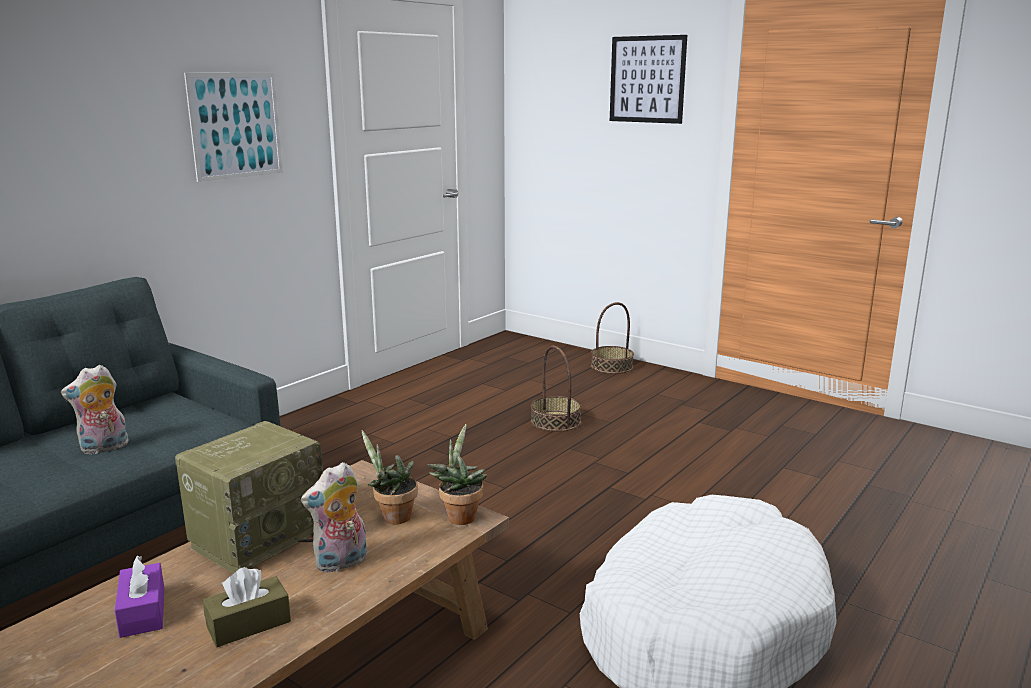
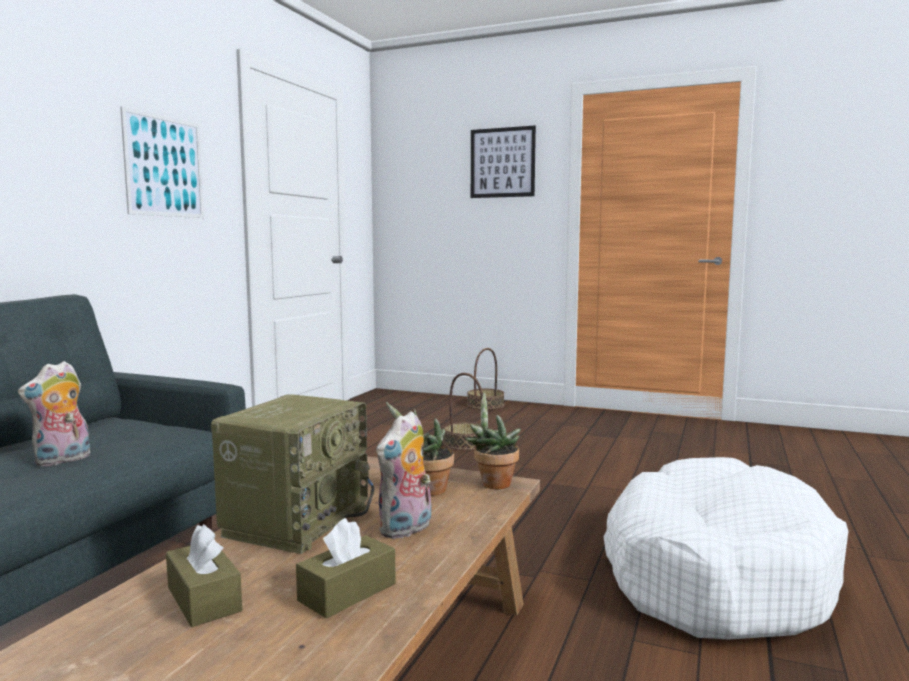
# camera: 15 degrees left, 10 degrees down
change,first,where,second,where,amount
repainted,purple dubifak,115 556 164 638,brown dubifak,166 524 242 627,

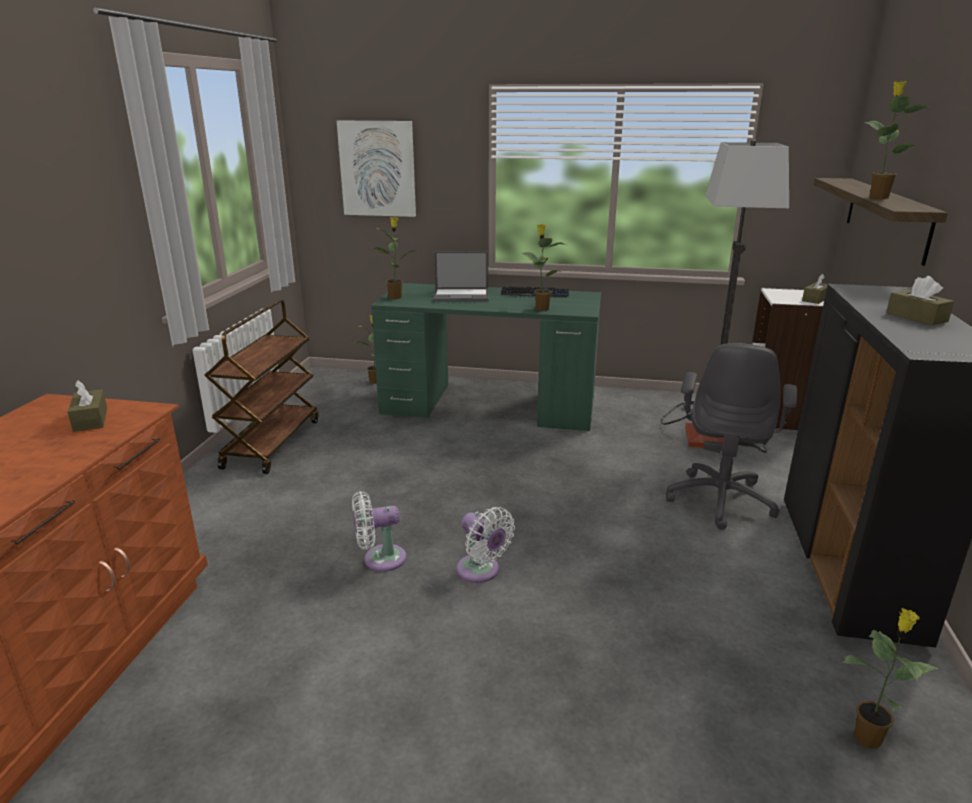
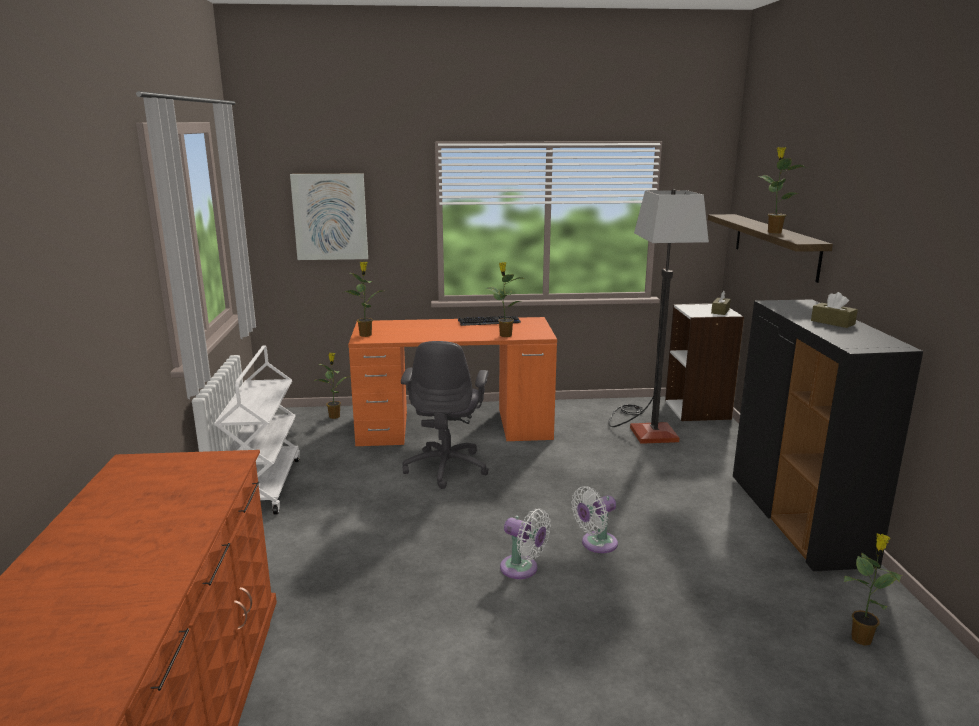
# camera: 15 degrees left, 5 degrees down
change,first,where,second,where,amount
gone,brown dubifak,67 380 107 432,,,
repainted,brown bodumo,204 300 319 474,white bodumo,214 345 300 515,
shifted,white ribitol,352 491 406 572,,571 486 618 553,
repainted,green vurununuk,371 283 601 431,orange vurununuk,348 317 557 446,
gone,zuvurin,433 251 489 302,,,
shifted,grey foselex,666 343 797 530,,401 341 489 489,

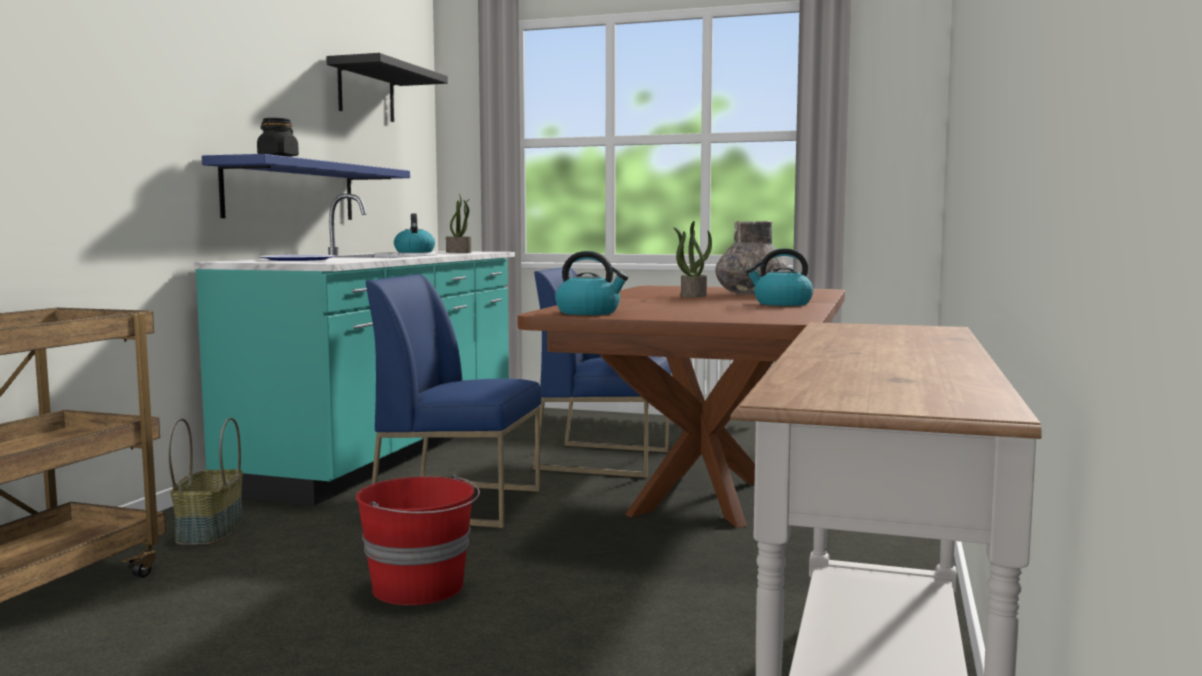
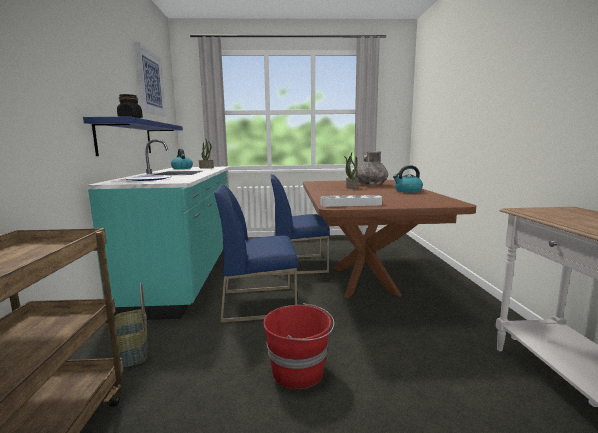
# camera: 20 degrees left, 5 degrees up
change,first,where,second,where,amount
swapped,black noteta,326 53 448 122,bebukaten,135 42 166 117,
swapped,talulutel,555 251 628 315,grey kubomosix,321 195 382 207,

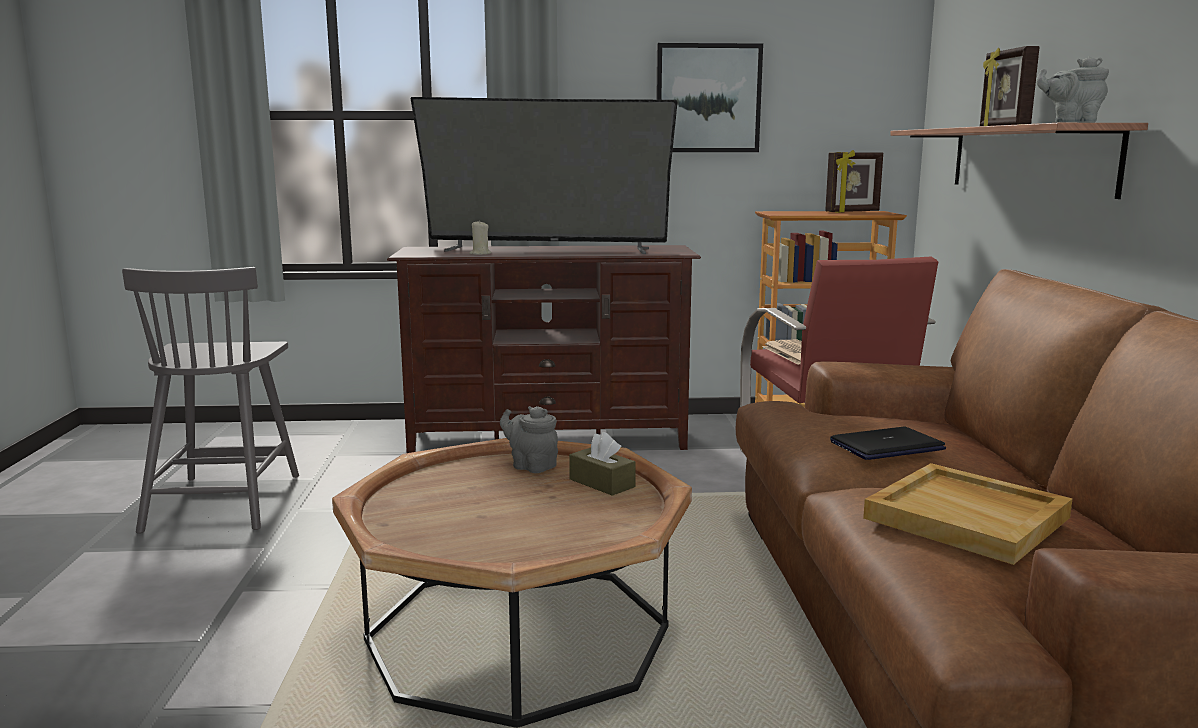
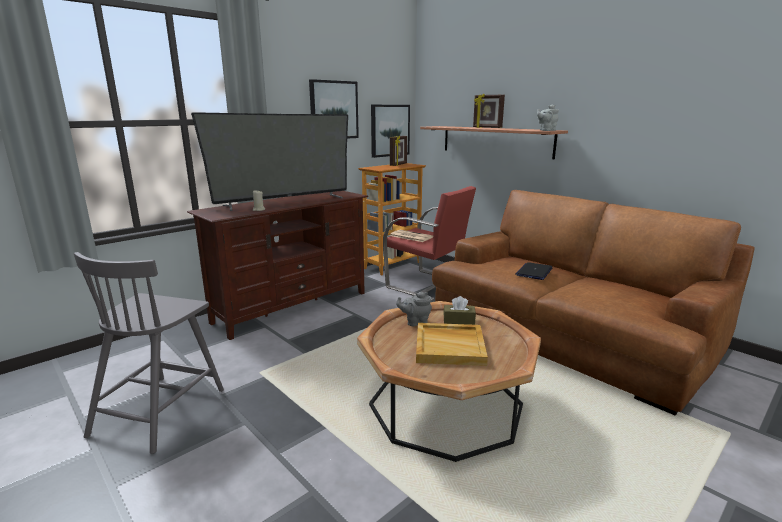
# camera: 40 degrees left, 5 degrees up
change,first,where,second,where,amount
rotated,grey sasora,122 267 299 534,,74 252 224 454,60 degrees clockwise
shifted,beige kubomosix,863 463 1072 565,,416 323 488 366,
new,,,bebukaten,371 105 410 158,

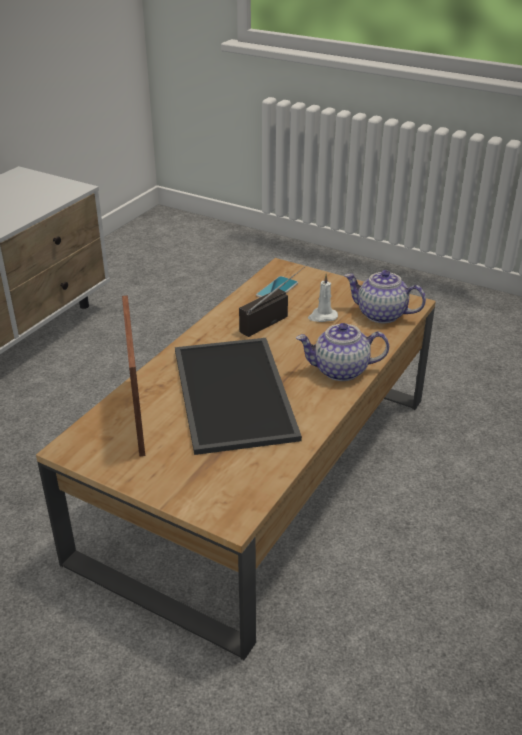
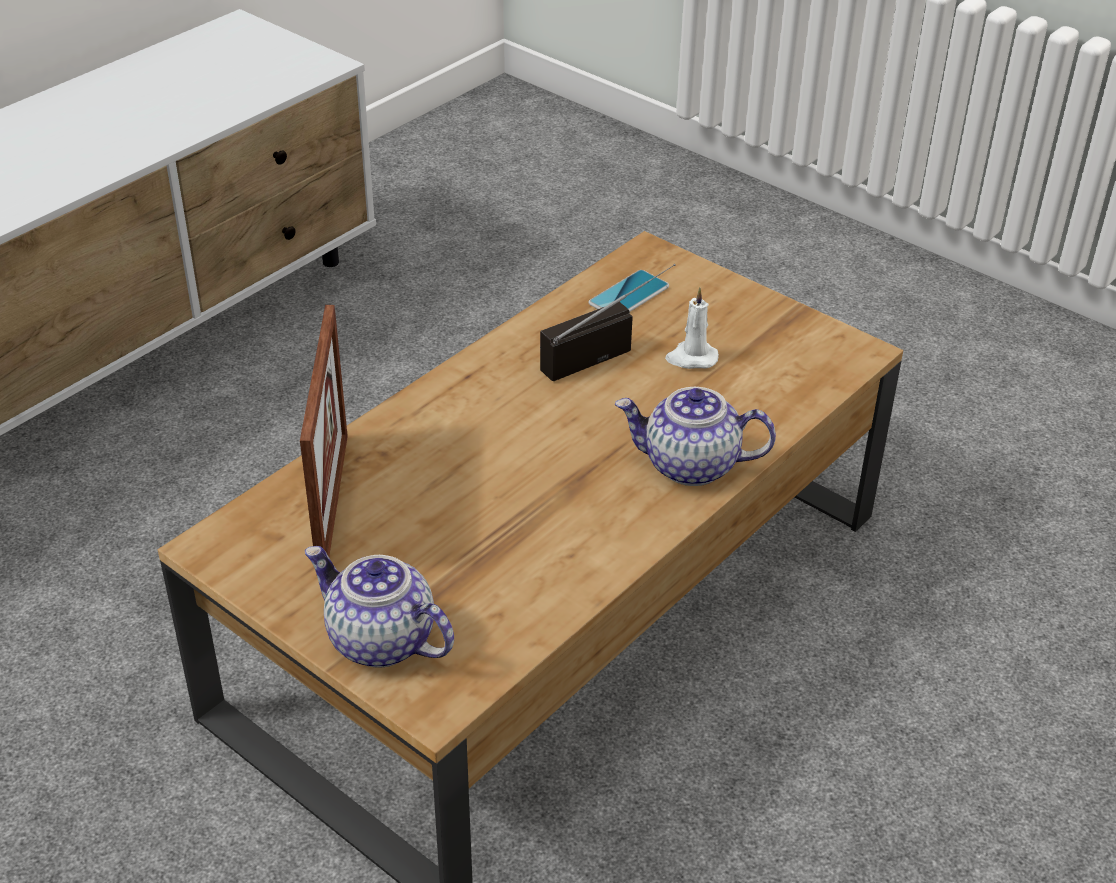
# camera: 10 degrees right, 5 degrees up
change,first,where,second,where,amount
gone,kubomosix,175 338 302 455,,,
shifted,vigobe,344 270 426 323,,305 546 454 668,

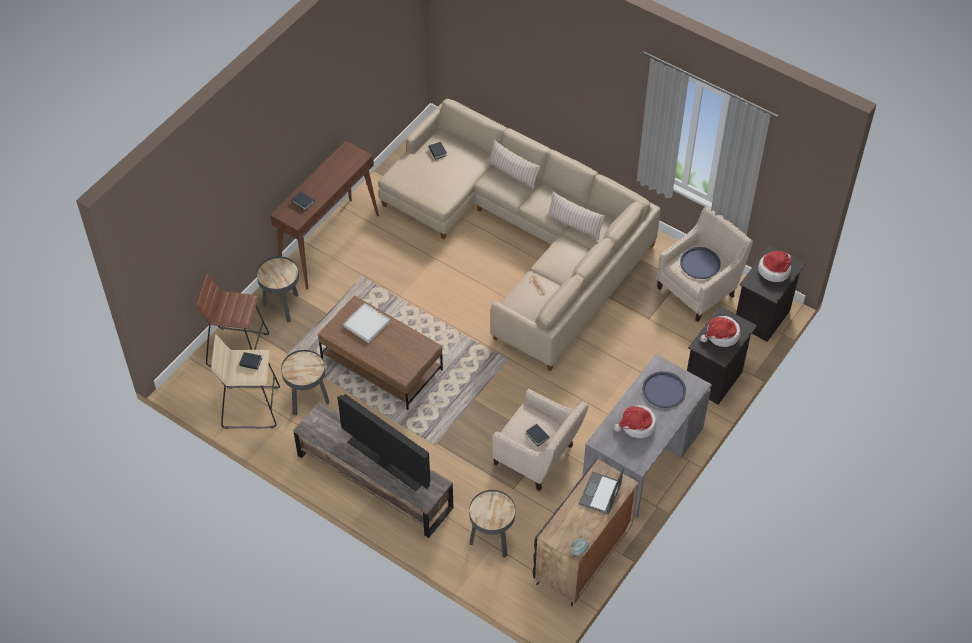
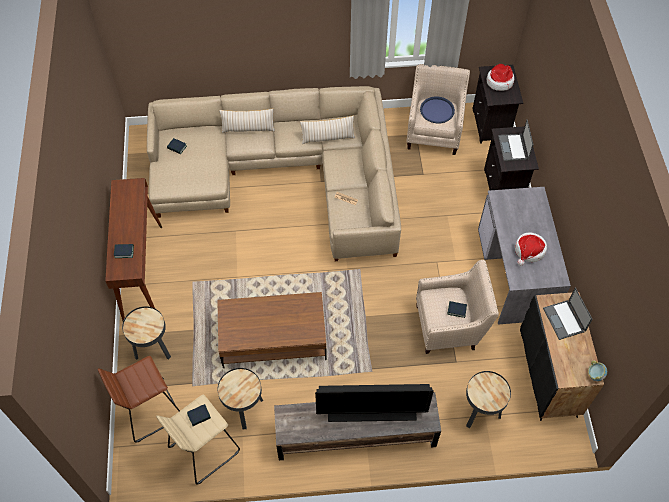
# camera: 40 degrees left, 5 degrees up
change,first,where,second,where,amount
gone,white kubomosix,343 303 390 343,,,
gone,blue kubomosix,642 371 686 408,,,
swapped,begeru,700 316 741 347,zuvurin,498 120 534 161,

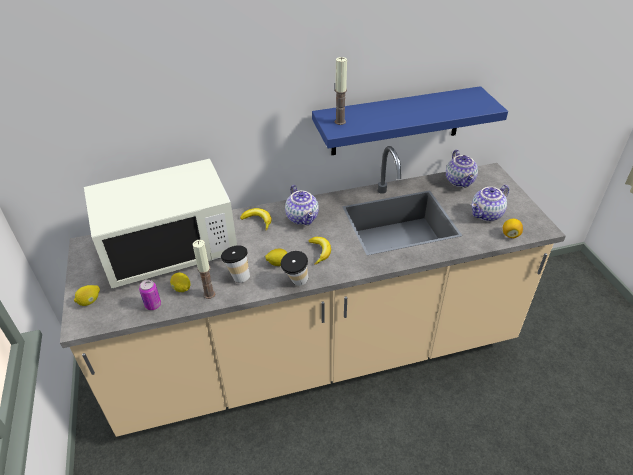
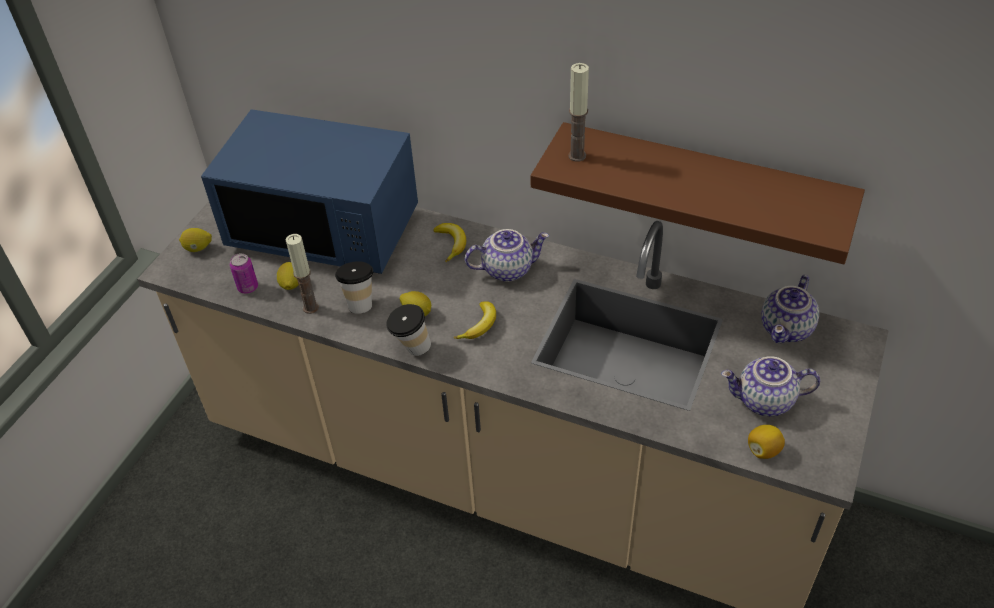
# camera: 40 degrees right, 5 degrees up
change,first,where,second,where,amount
repainted,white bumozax,84 159 237 289,blue bumozax,201 109 418 274,
rotated,vigobe,285 185 319 225,,465 229 549 282,120 degrees counterclockwise
repainted,blue noteta,312 86 508 155,brown noteta,531 122 865 264,

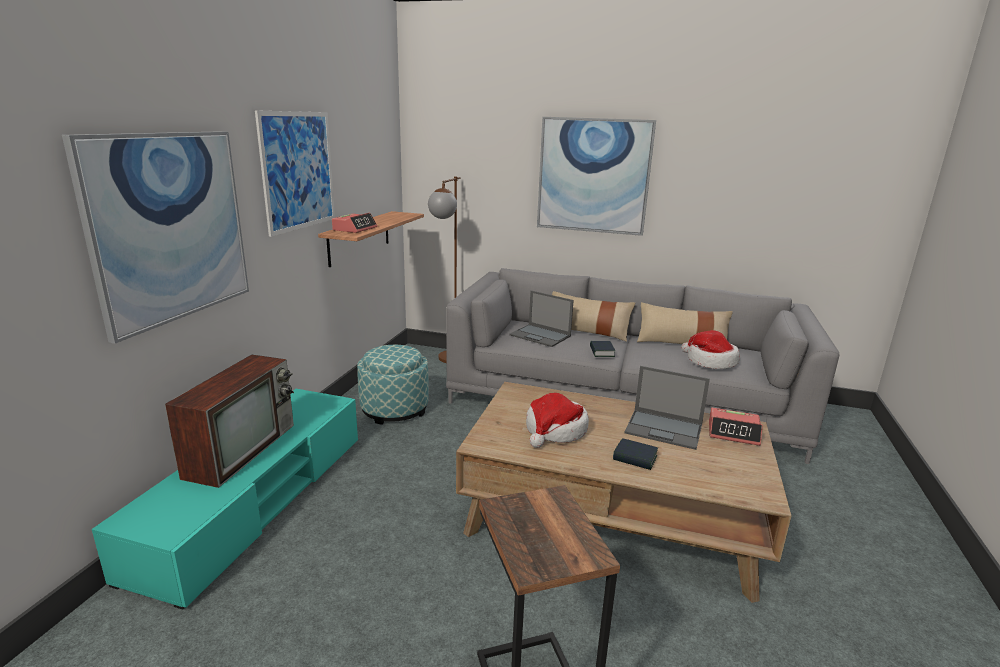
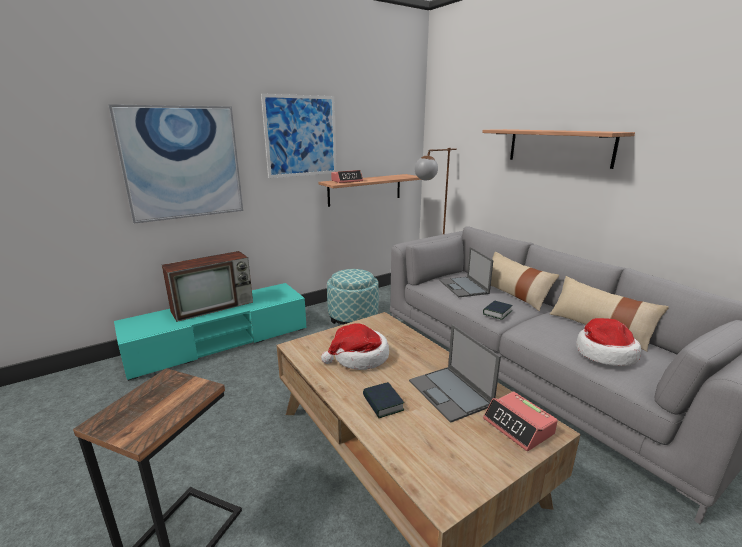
# camera: 40 degrees right, 0 degrees up
change,first,where,second,where,amount
swapped,bebukaten,537 117 656 236,noteta,482 129 635 169,

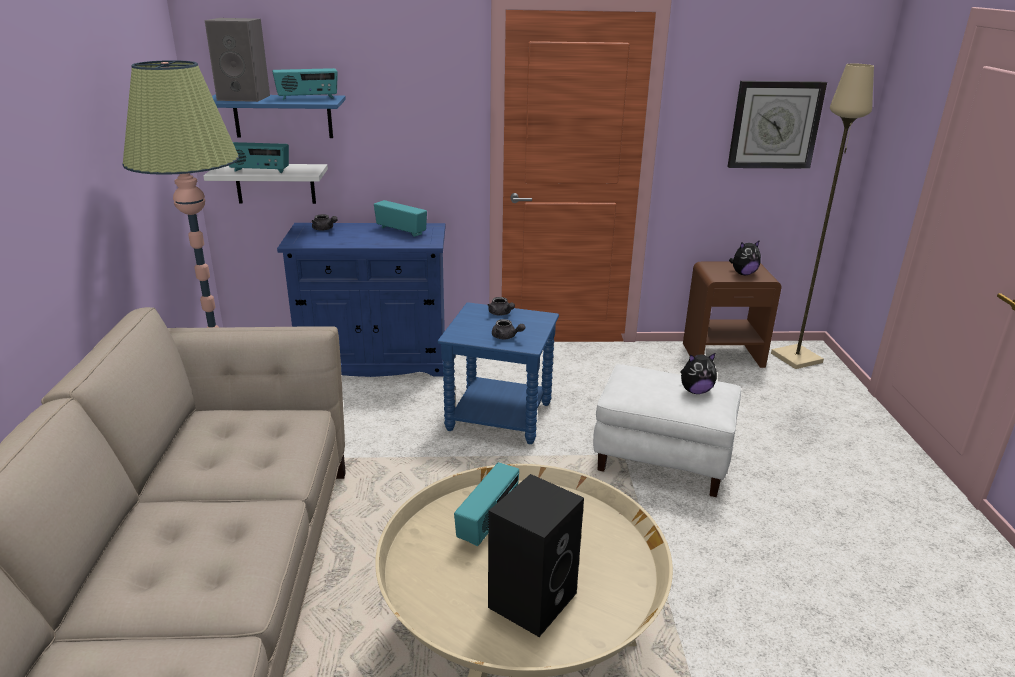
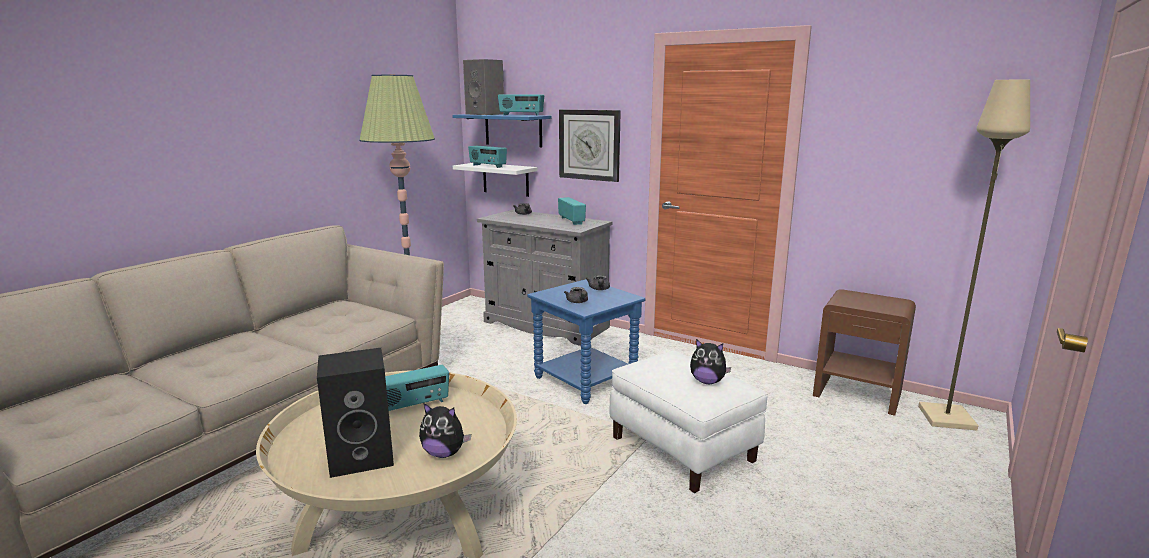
# camera: 35 degrees right, 10 degrees down
change,first,where,second,where,amount
repainted,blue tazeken,277 223 445 377,grey tazeken,477 209 612 346,
shifted,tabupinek,728 81 827 169,,559 109 621 182,
shifted,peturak,729 240 761 275,,419 403 471 458,

